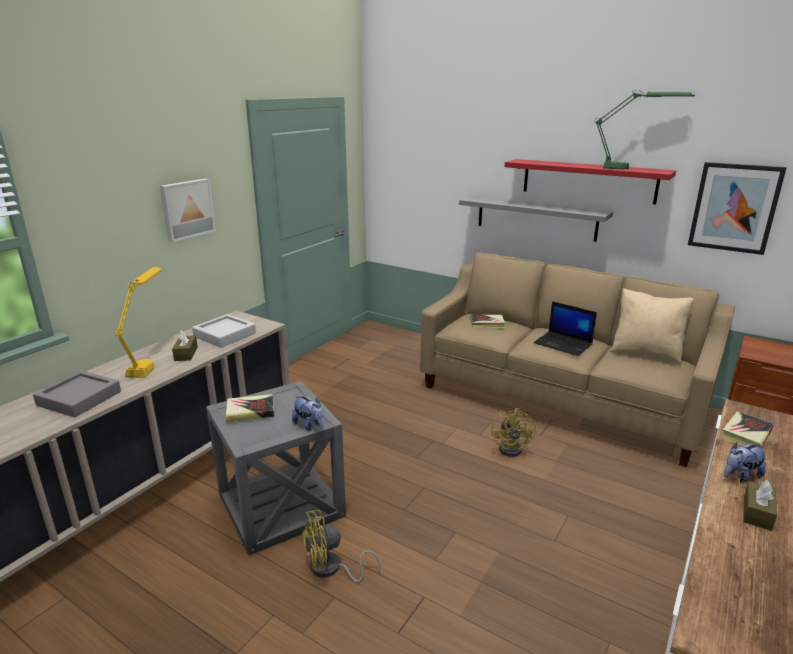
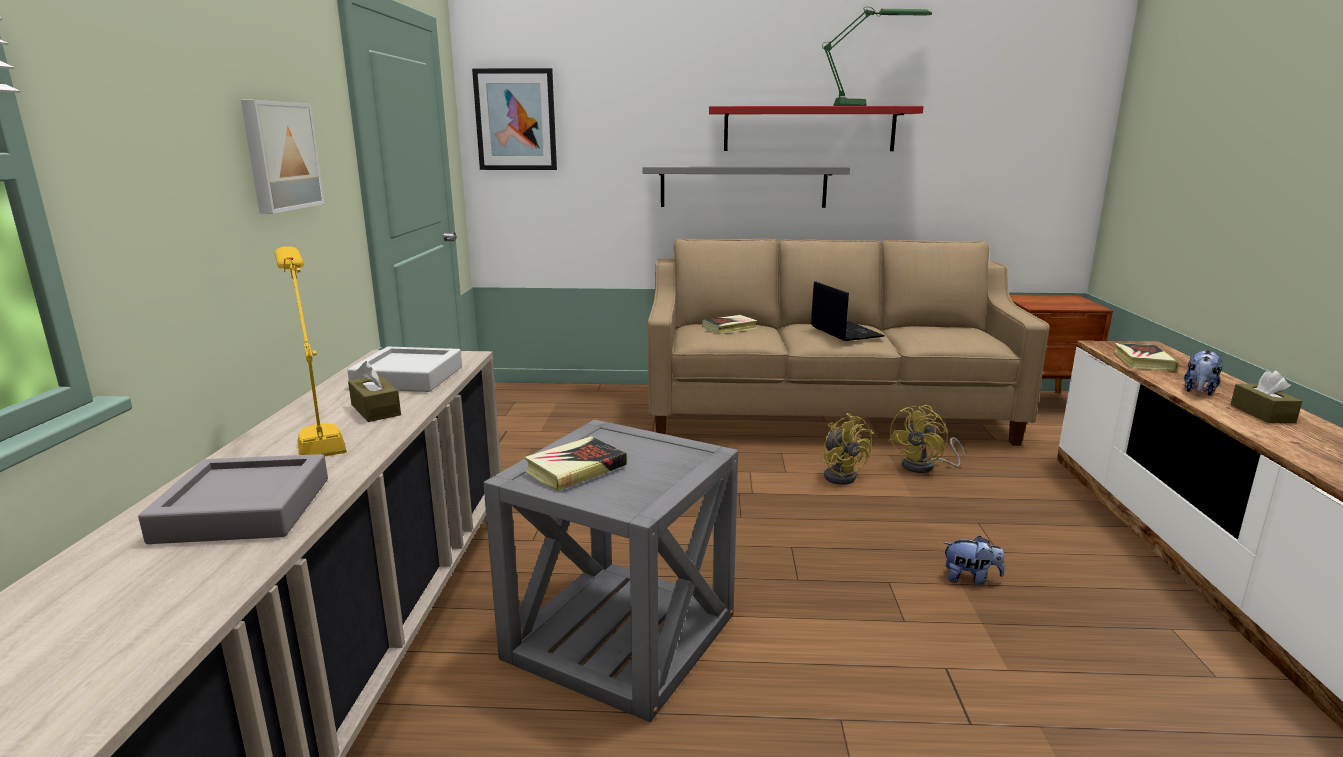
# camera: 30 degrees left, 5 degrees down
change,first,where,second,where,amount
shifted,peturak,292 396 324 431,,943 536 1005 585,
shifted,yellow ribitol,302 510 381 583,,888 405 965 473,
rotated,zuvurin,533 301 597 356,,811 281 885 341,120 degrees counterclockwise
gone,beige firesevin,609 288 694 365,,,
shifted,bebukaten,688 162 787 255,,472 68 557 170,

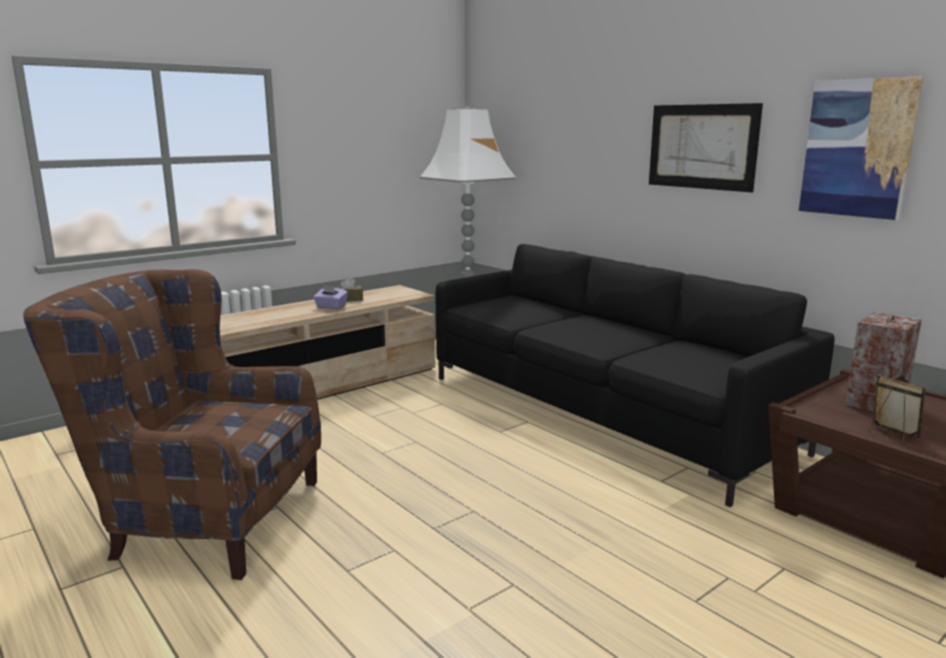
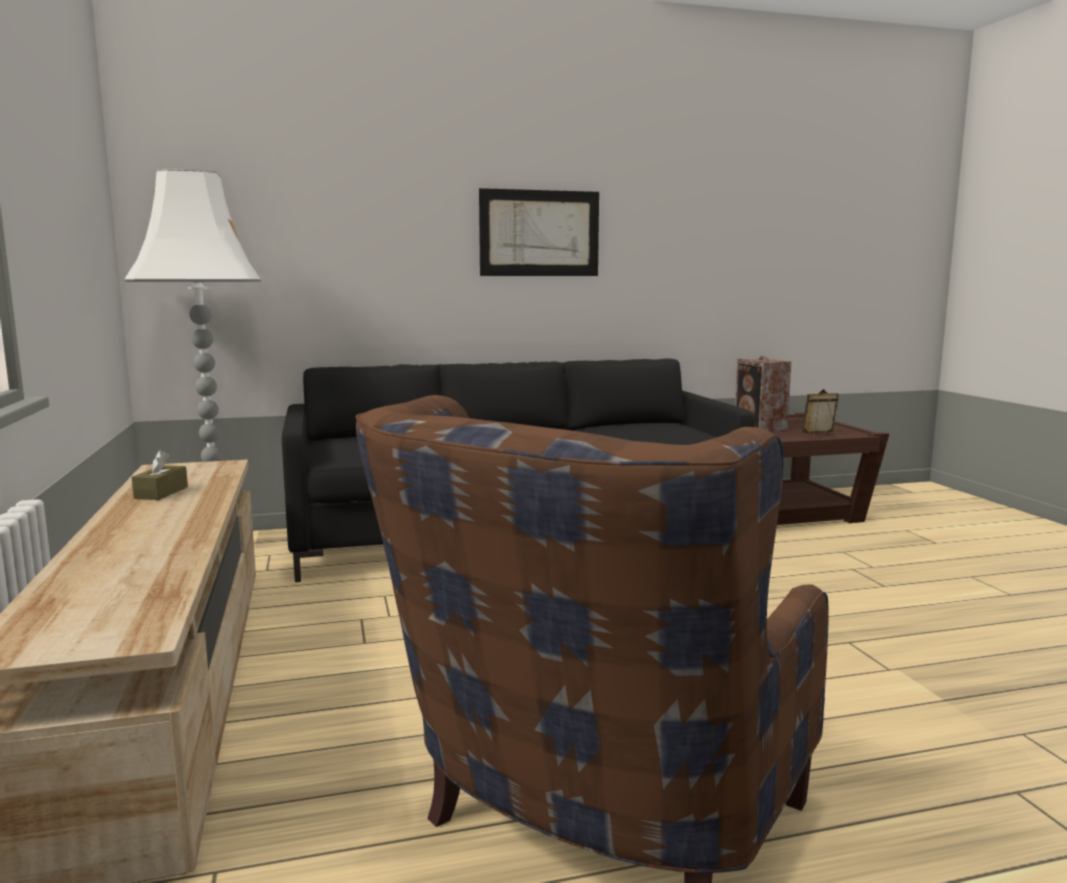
# camera: 65 degrees left, 5 degrees down
change,first,where,second,where,amount
gone,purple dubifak,313 285 348 310,,,
gone,bebukaten,799 76 924 220,,,

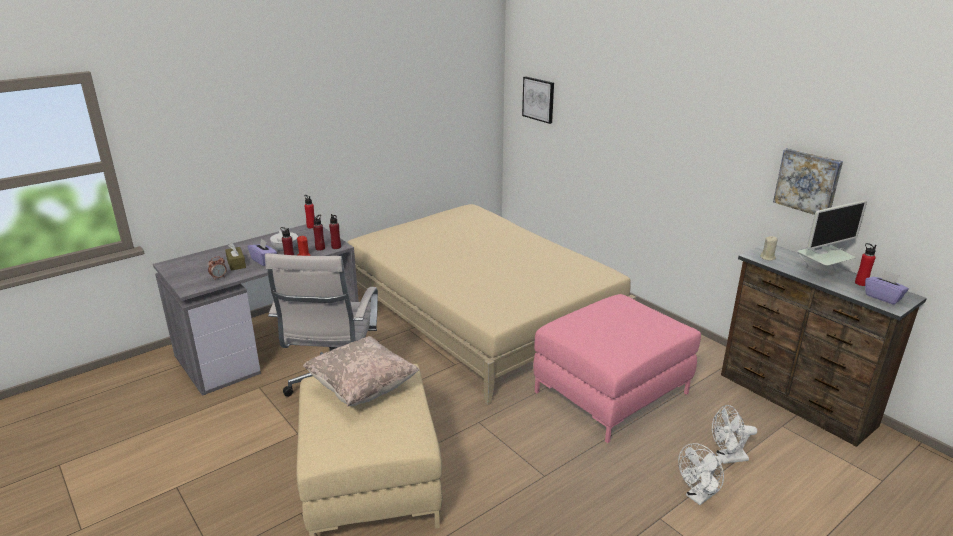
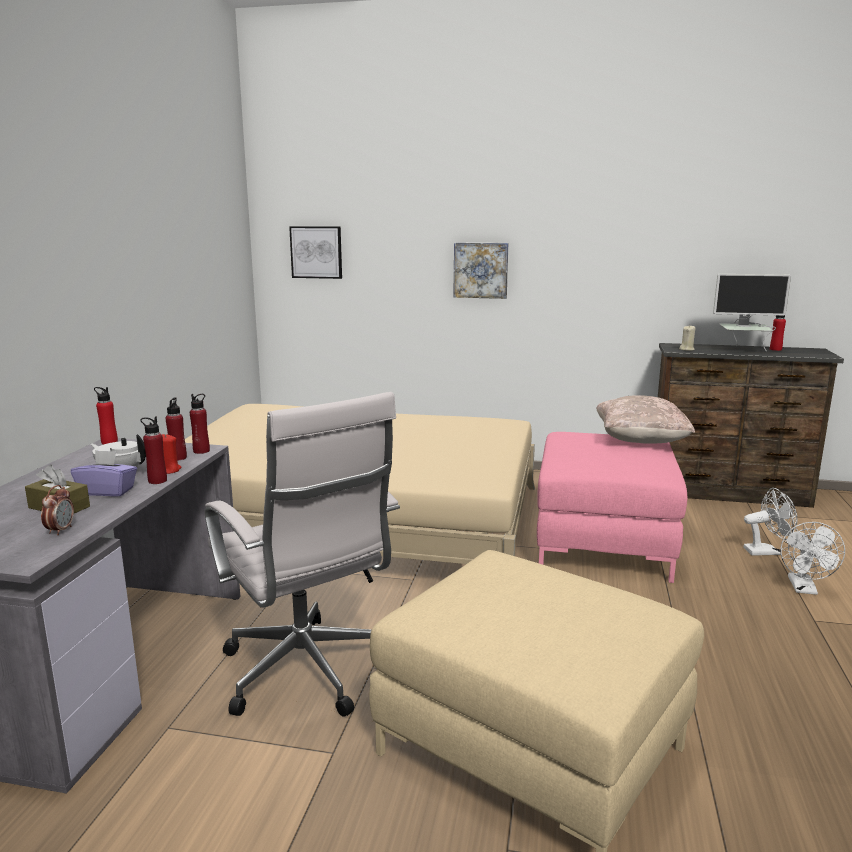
# camera: 40 degrees left, 10 degrees down
change,first,where,second,where,amount
shifted,beige firesevin,303 336 419 407,,596 395 695 444,
rotated,white ribitol,712 405 757 464,,743 488 798 556,135 degrees counterclockwise
shifted,bebukaten,773 148 843 215,,453 242 508 299,
rotated,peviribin,798 200 867 271,,713 274 791 351,75 degrees clockwise
gone,purple dubifak,865 270 909 305,,,

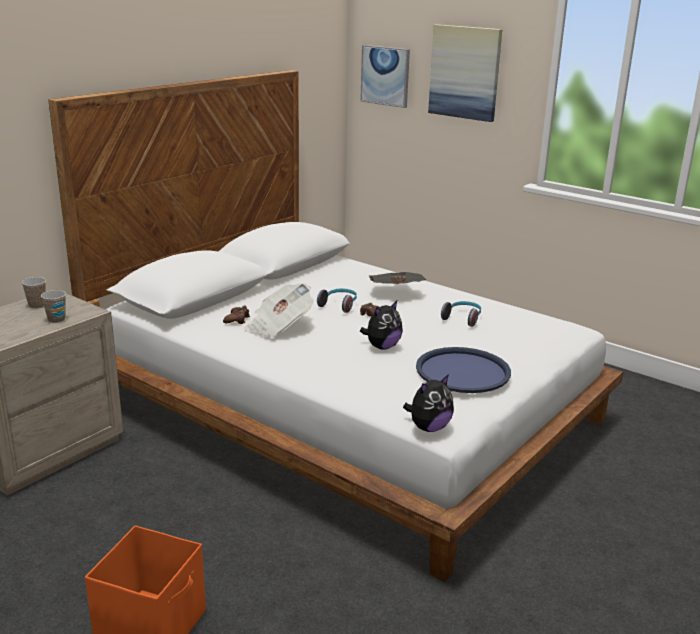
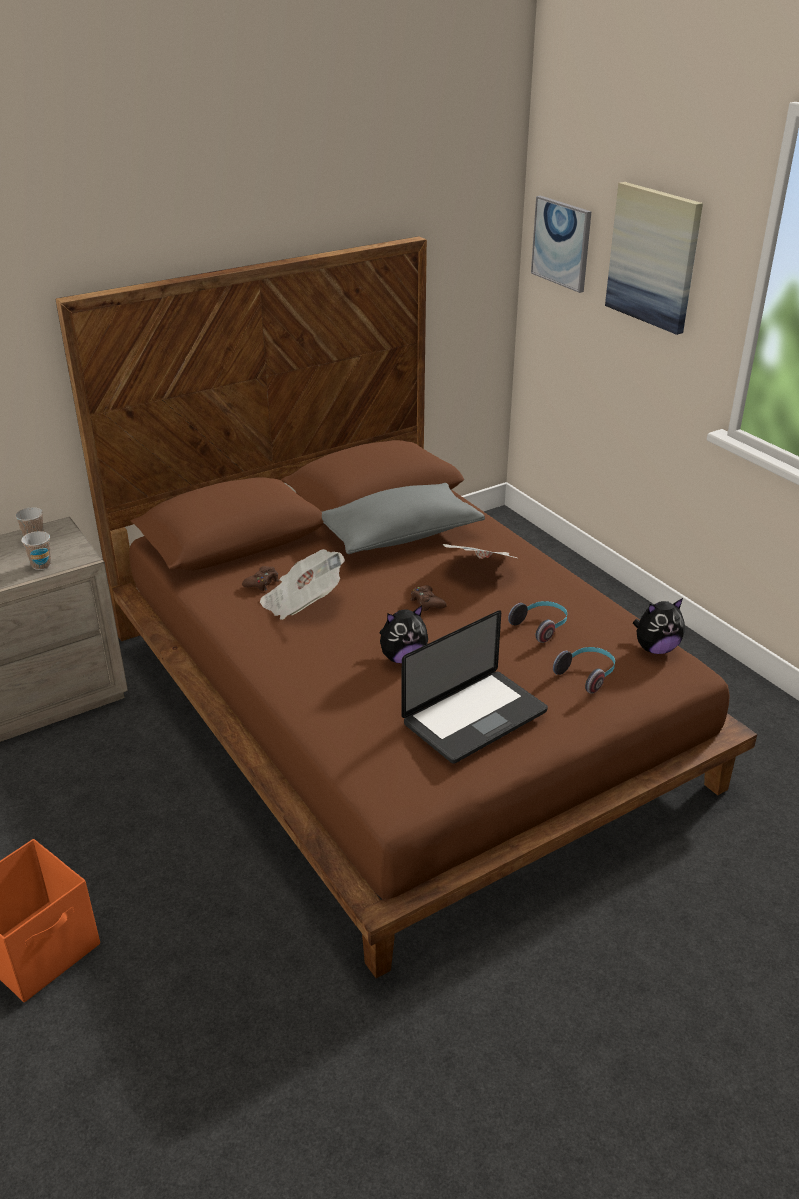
# camera: 20 degrees right, 10 degrees up
change,first,where,second,where,amount
repainted,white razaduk,48 70 623 582,brown razaduk,55 236 757 978,
shifted,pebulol,317 289 357 313,,553 647 615 694,
shifted,peturak,403 374 454 432,,633 598 685 654,
swapped,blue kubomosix,416 347 511 393,zuvurin,402 610 548 764,
new,,,grey firesevin,322 483 485 554,

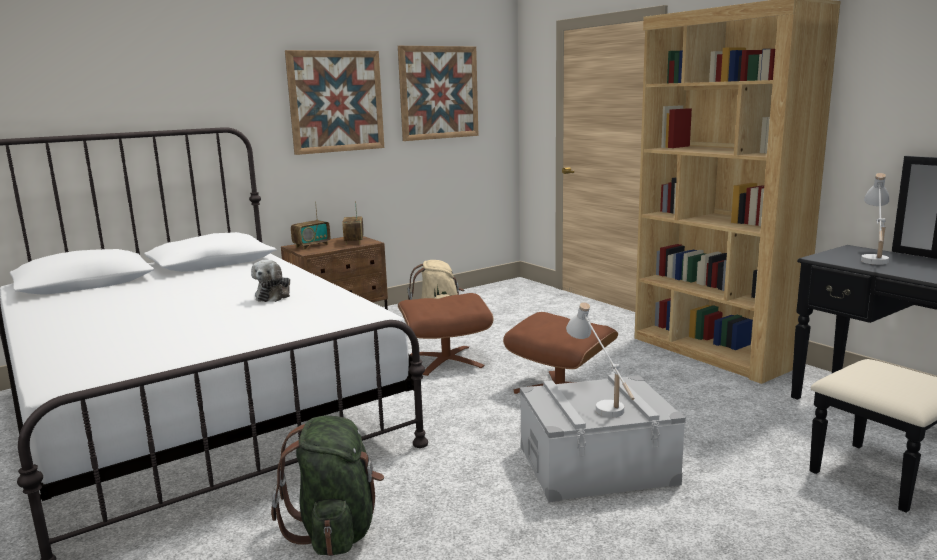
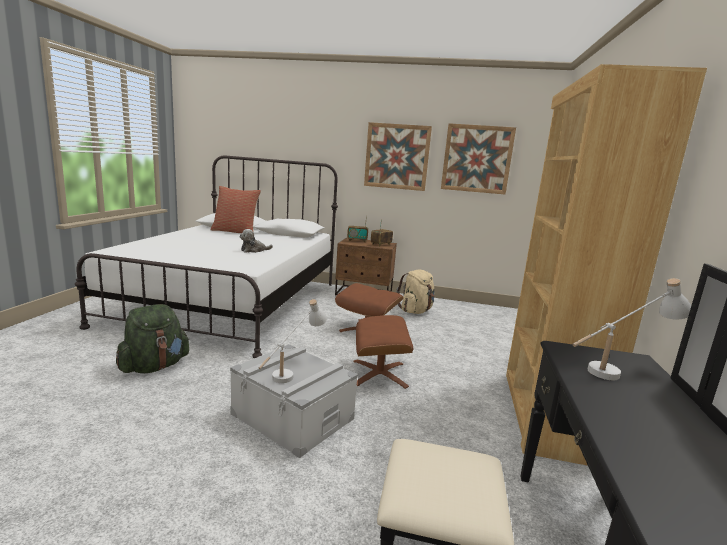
# camera: 45 degrees right, 0 degrees up
change,first,where,second,where,amount
new,,,firesevin,211 186 261 233,

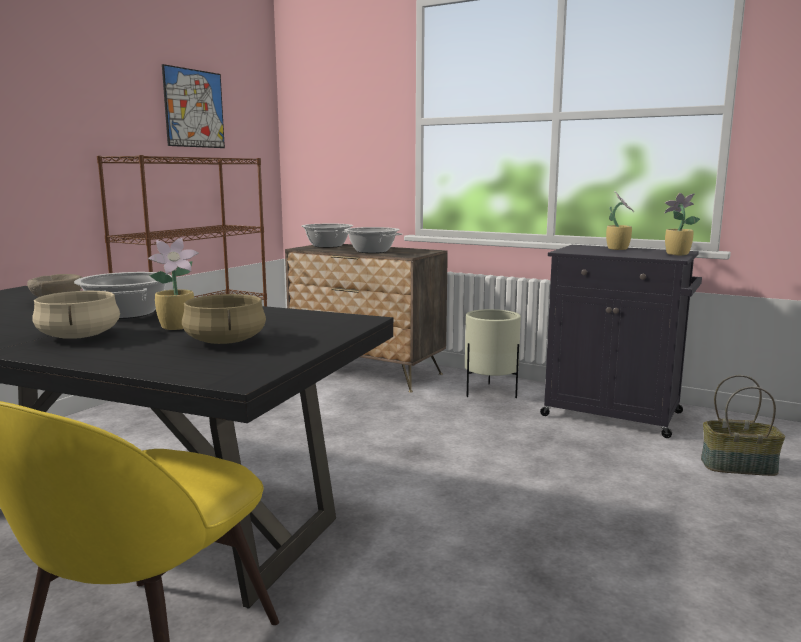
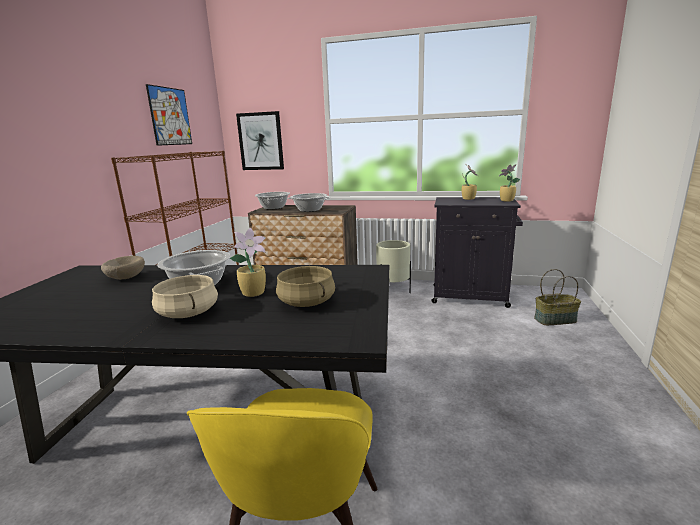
# camera: 15 degrees left, 5 degrees up
change,first,where,second,where,amount
new,,,bebukaten,236 111 284 170,

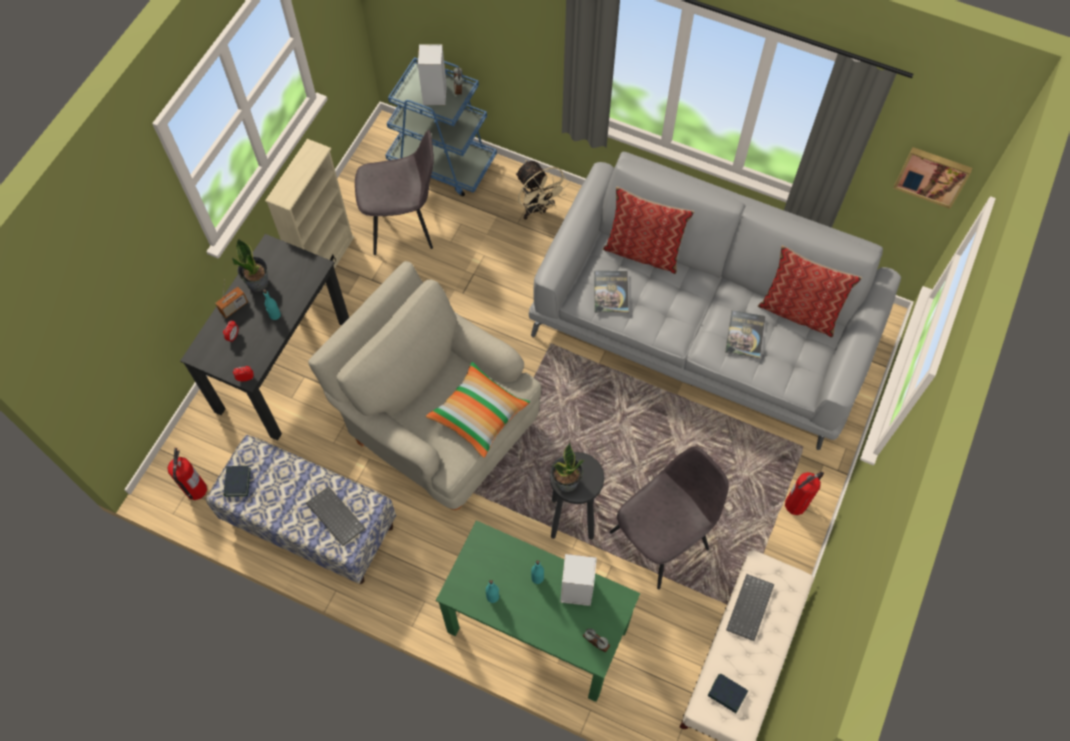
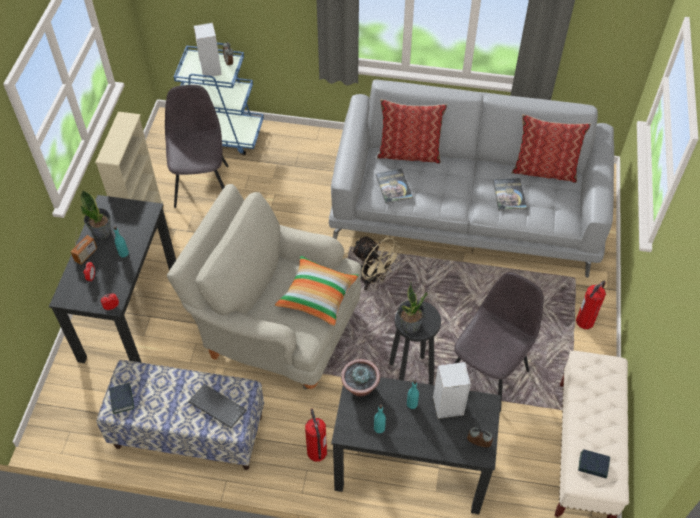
# camera: 15 degrees left, 10 degrees down
change,first,where,second,where,amount
shifted,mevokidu,167 448 207 500,,305 409 327 462,
rotated,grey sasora,355 130 434 255,,165 85 228 208,75 degrees counterclockwise
repainted,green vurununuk,436 520 640 702,black vurununuk,331 377 501 514,
shifted,beige ribitol,516 160 569 220,,352 237 402 290,
gone,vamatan,726 574 774 641,,,
gone,bebukaten,893 147 972 209,,,
new,,,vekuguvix,341 359 380 397,

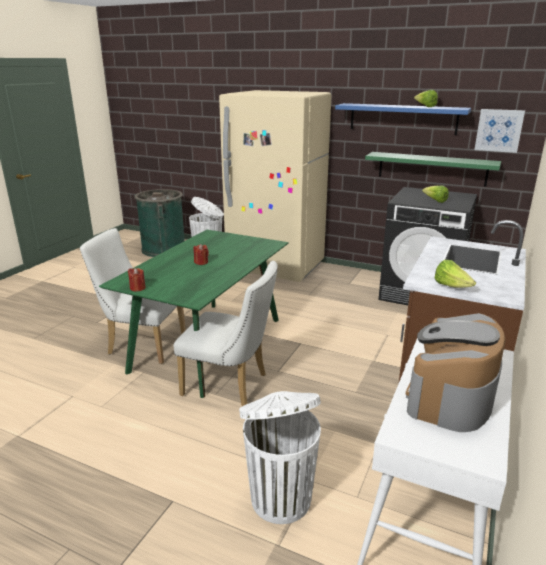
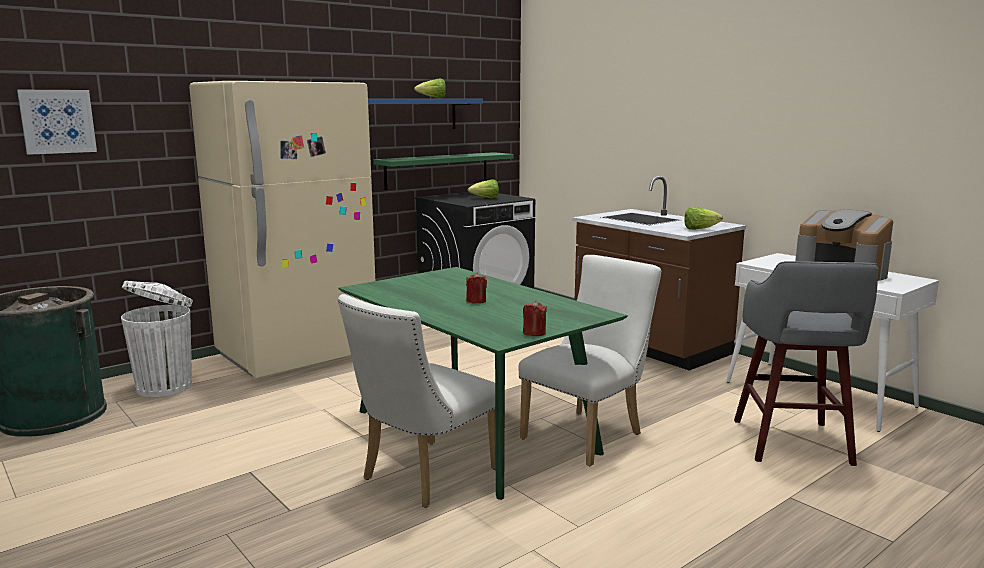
# camera: 65 degrees left, 10 degrees down
change,first,where,second,where,amount
swapped,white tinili,239 391 321 524,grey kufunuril,734 261 878 466,
shifted,bebukaten,474 109 525 153,,17 90 97 155,

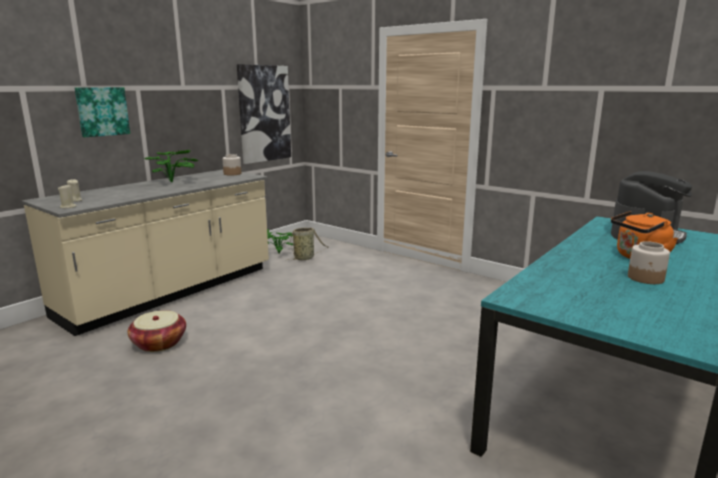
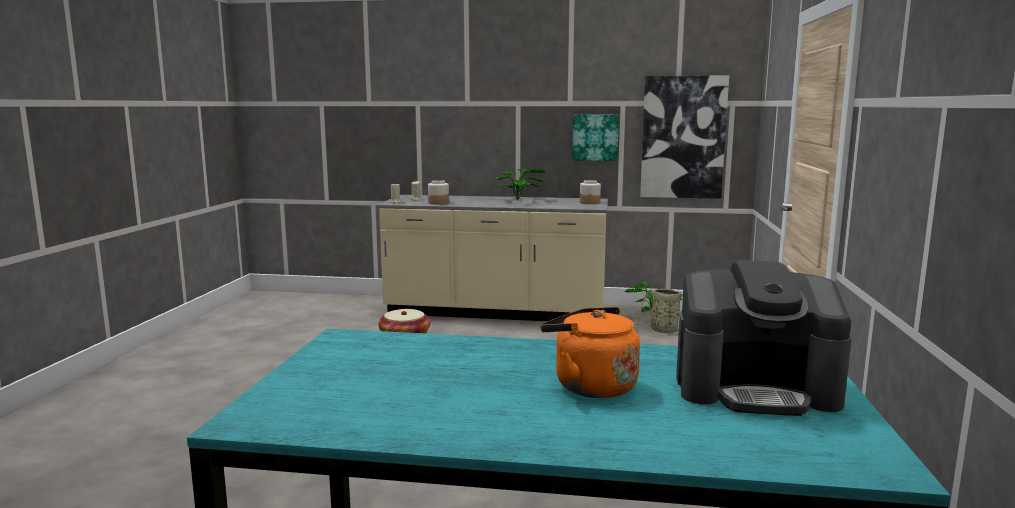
# camera: 60 degrees right, 5 degrees down
change,first,where,second,where,amount
shifted,bebukaten,75 87 130 137,,572 115 619 161,
shifted,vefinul,628 241 670 284,,428 180 449 205,

